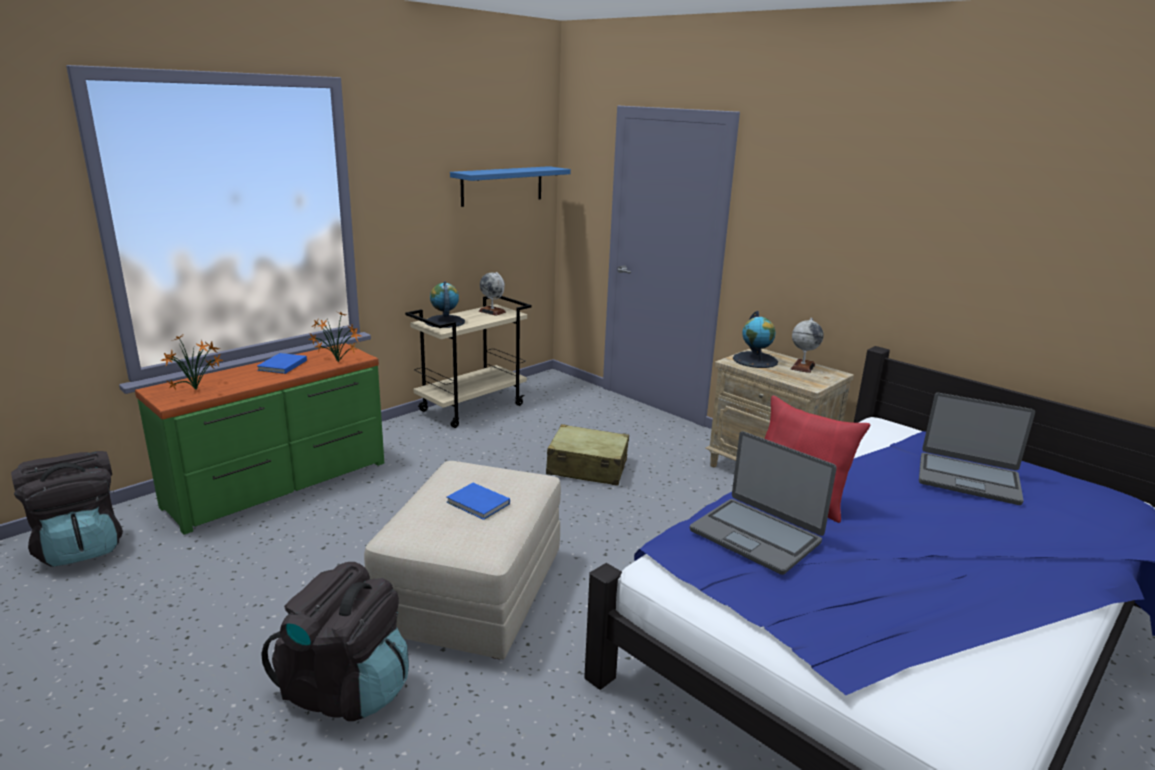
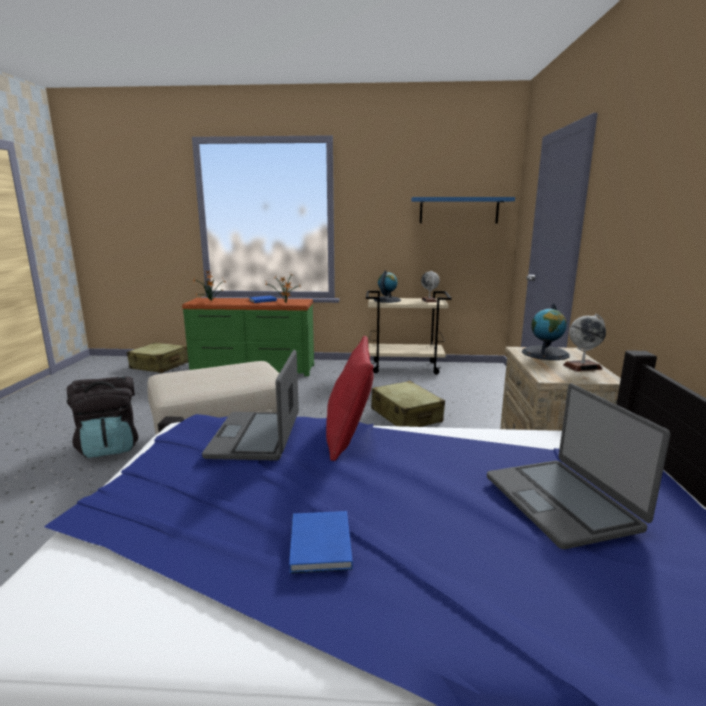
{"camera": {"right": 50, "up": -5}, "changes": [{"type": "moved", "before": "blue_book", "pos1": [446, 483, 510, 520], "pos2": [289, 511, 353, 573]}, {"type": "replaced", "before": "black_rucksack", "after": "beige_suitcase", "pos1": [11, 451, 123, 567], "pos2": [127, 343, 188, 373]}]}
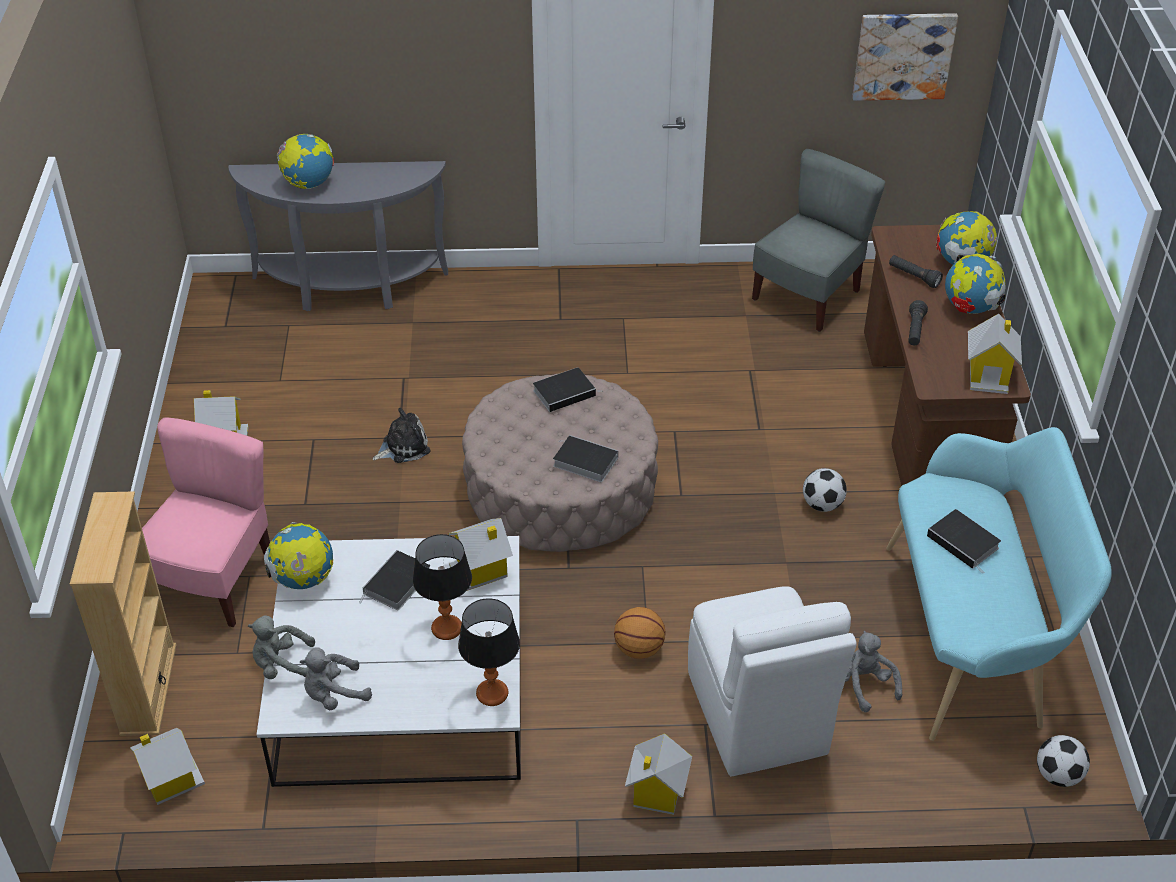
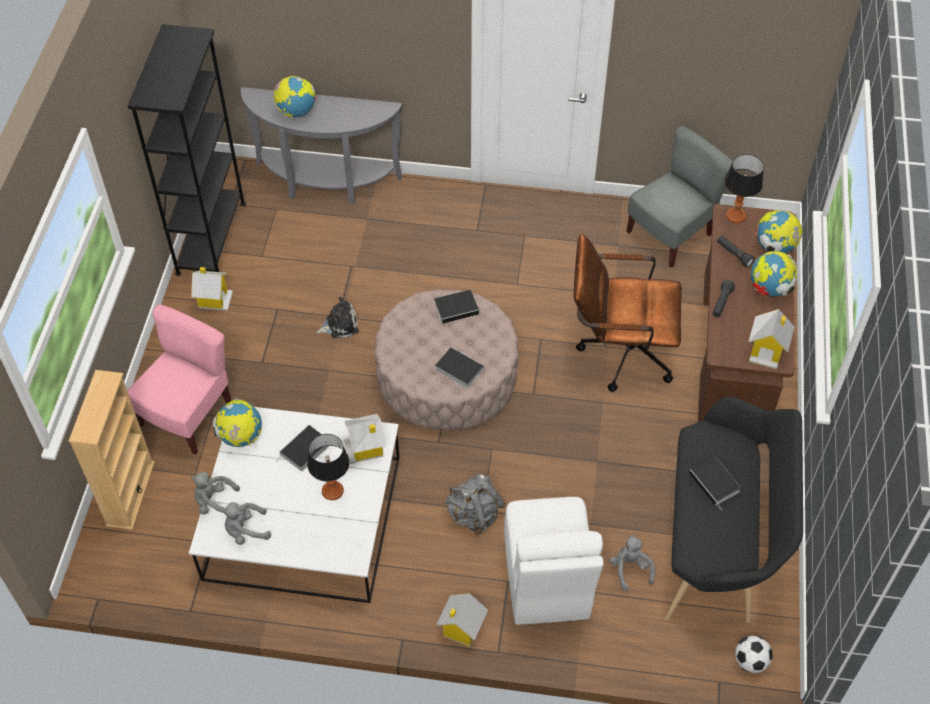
{"camera": {"right": 10, "up": 10}, "changes": [{"type": "removed", "before": "toy_house", "pos1": [130, 728, 205, 805]}, {"type": "removed", "before": "football_ball", "pos1": [803, 468, 847, 512]}, {"type": "removed", "before": "picture", "pos1": [852, 13, 958, 101]}, {"type": "added", "after": "black_bookshelf", "pos2": [127, 24, 246, 276]}, {"type": "added", "after": "brown_computer_chair", "pos2": [574, 234, 682, 392]}, {"type": "moved", "before": "lamp_for_a_table", "pos1": [458, 598, 520, 706], "pos2": [725, 154, 764, 223]}, {"type": "replaced", "before": "basketball", "after": "greyish_rucksack", "pos1": [614, 607, 666, 659], "pos2": [444, 474, 506, 535]}, {"type": "recoloured", "before": "blue-green_bench", "after": "black_bench", "pos1": [886, 427, 1112, 741], "pos2": [665, 397, 803, 623]}]}
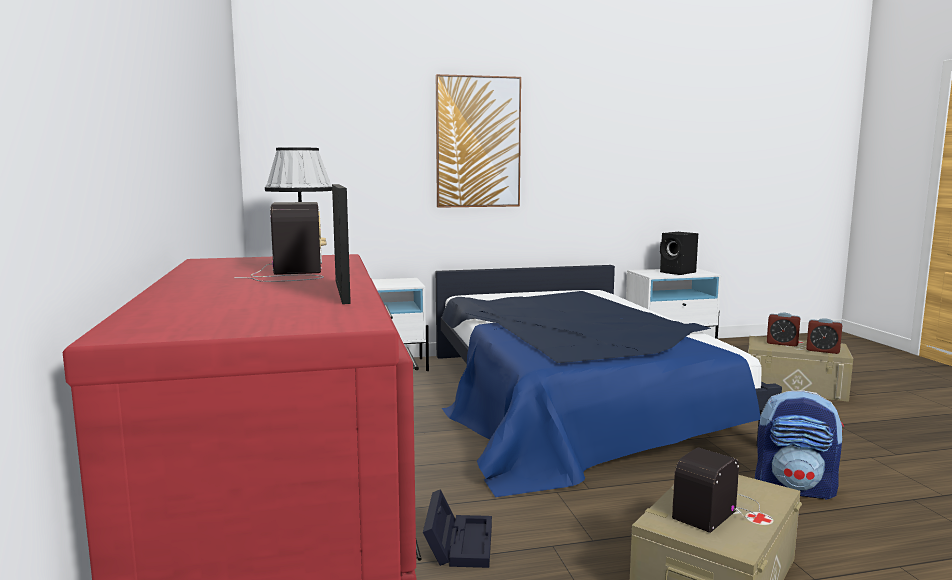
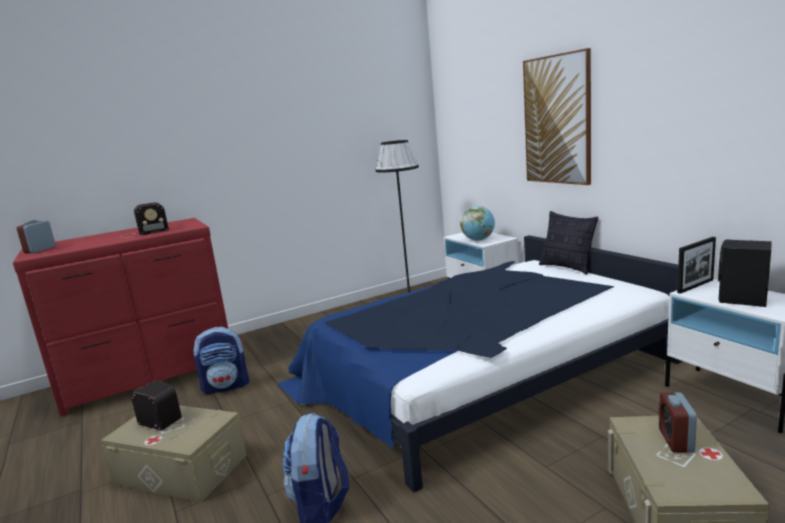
{"camera": {"right": 75, "up": 5}, "changes": [{"type": "added", "after": "desk_globe", "pos2": [460, 206, 495, 241]}, {"type": "added", "after": "cushion", "pos2": [539, 211, 598, 275]}, {"type": "moved", "before": "photo_frame", "pos1": [332, 184, 351, 304], "pos2": [677, 237, 716, 294]}, {"type": "moved", "before": "table_clock", "pos1": [806, 318, 842, 354], "pos2": [17, 220, 56, 253]}, {"type": "replaced", "before": "black_storage_box", "after": "rucksack", "pos1": [423, 489, 492, 568], "pos2": [194, 327, 249, 394]}]}
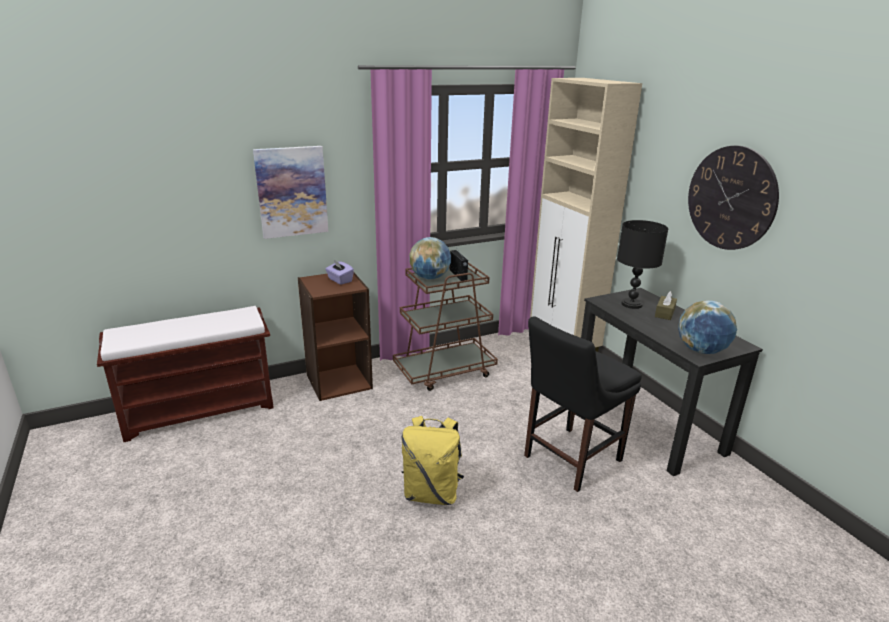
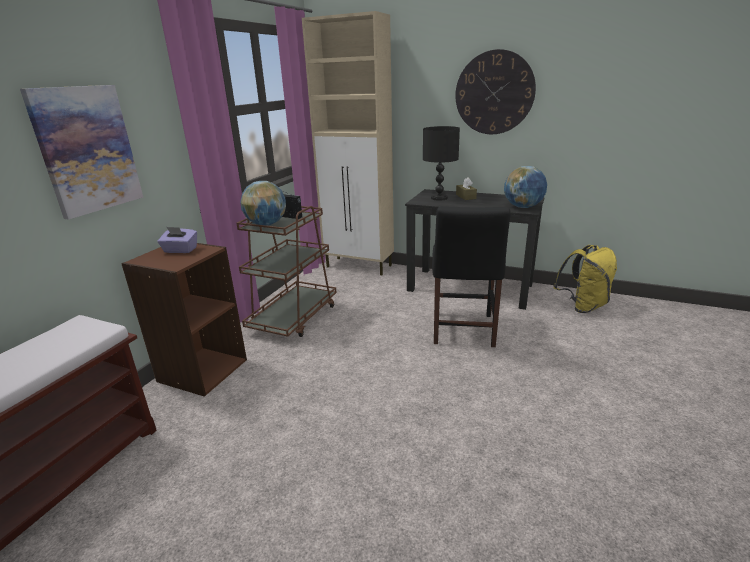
{"camera": {"right": -40, "up": 0}, "changes": [{"type": "moved", "before": "yellow-coloured_rucksack", "pos1": [401, 416, 464, 505], "pos2": [553, 245, 617, 313]}]}
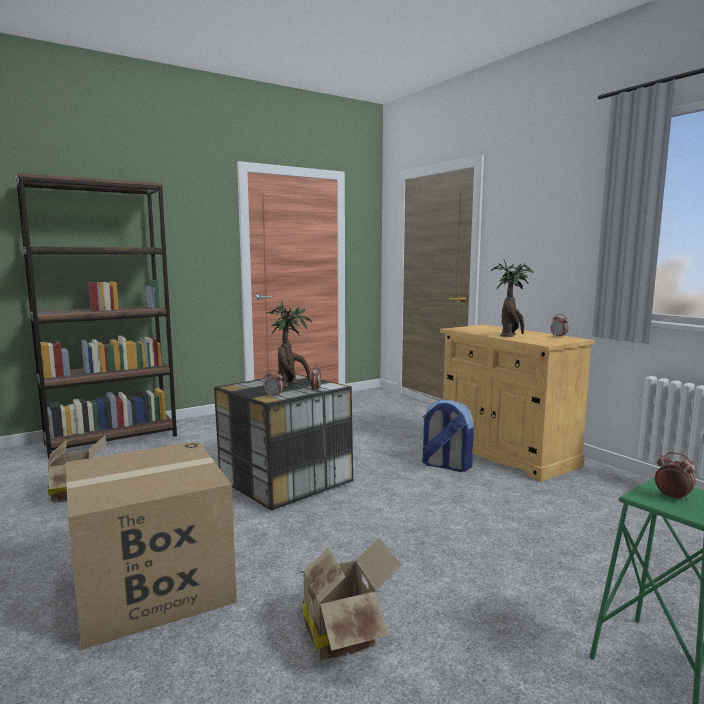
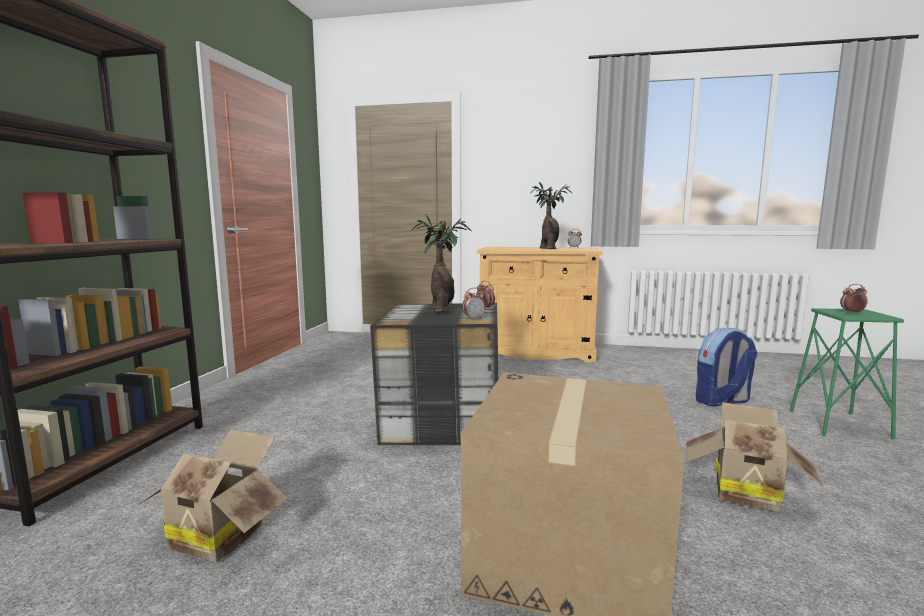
{"camera": {"right": -45, "up": 0}, "changes": [{"type": "moved", "before": "rucksack", "pos1": [422, 400, 474, 472], "pos2": [696, 328, 757, 407]}]}
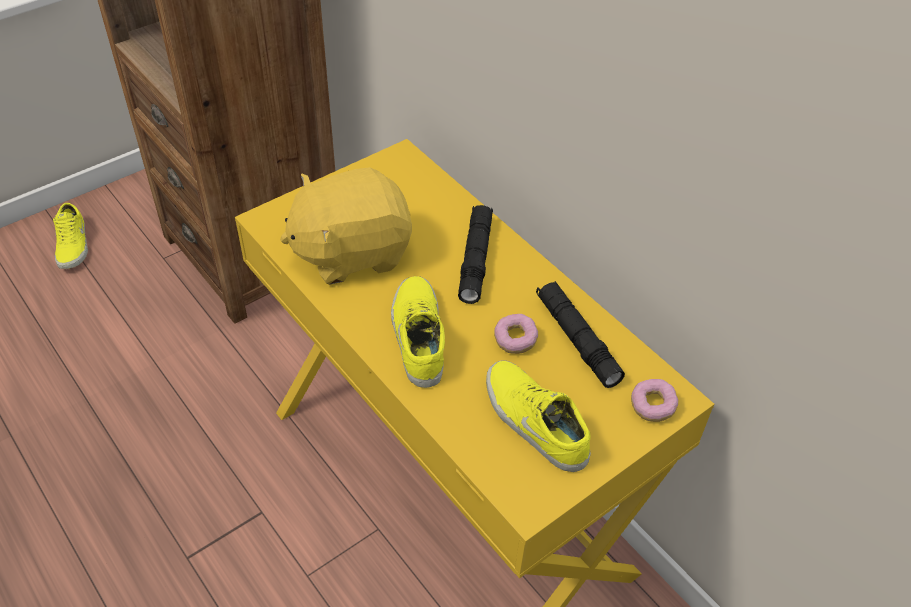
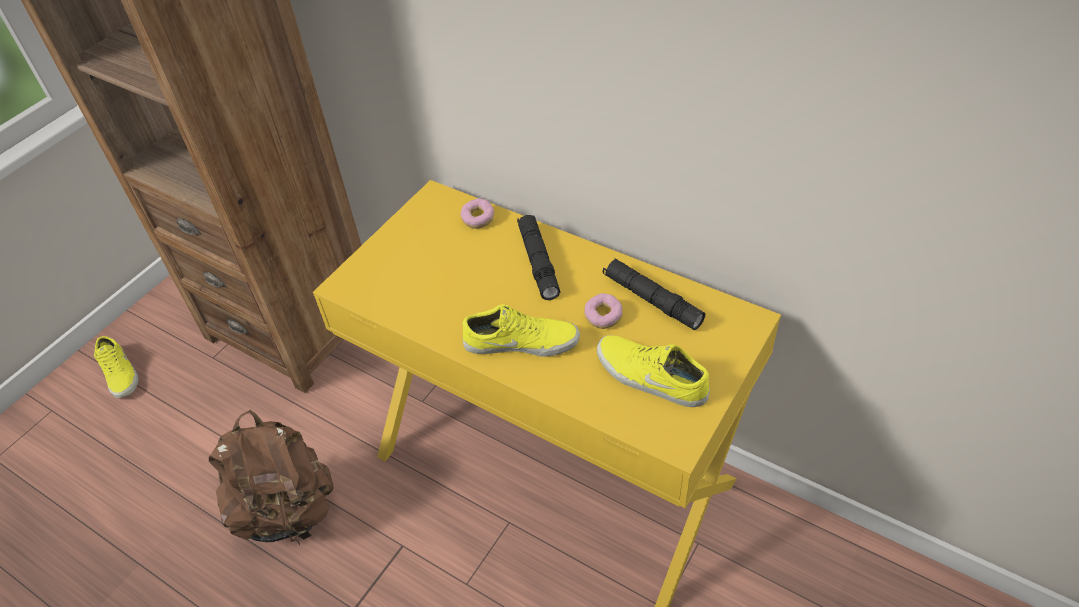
{"camera": {"right": -15, "up": 0}, "changes": [{"type": "removed", "before": "yellow-coloured_cuddly_toy", "pos1": [280, 167, 412, 285]}, {"type": "added", "after": "brown_rucksack", "pos2": [209, 410, 333, 547]}, {"type": "moved", "before": "ring_doughnut", "pos1": [631, 379, 678, 422], "pos2": [460, 198, 495, 229]}, {"type": "turned", "before": "yellow-coloured_item_of_footwear", "pos1": [391, 276, 445, 388], "pos2": [462, 304, 580, 357], "turn": 120}]}
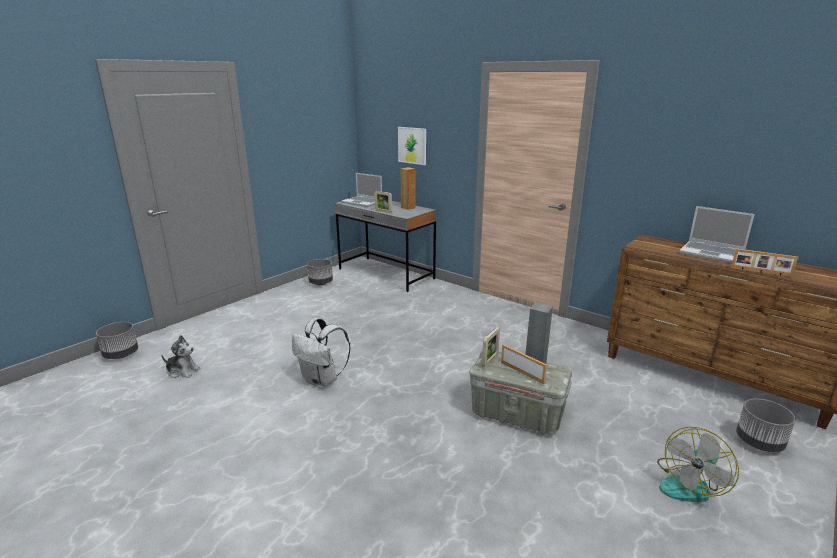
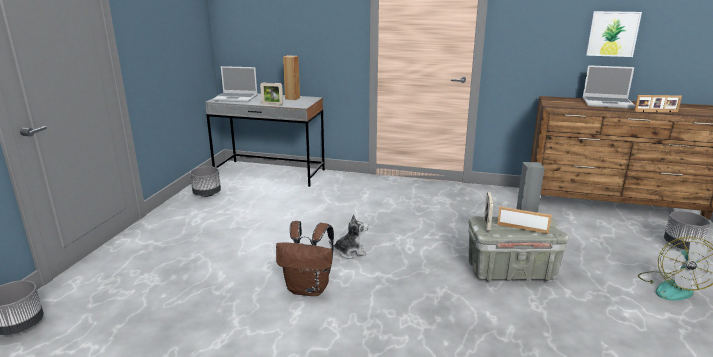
{"camera": {"right": -25, "up": 0}, "changes": [{"type": "moved", "before": "cuddly_toy", "pos1": [162, 335, 200, 378], "pos2": [329, 214, 369, 259]}, {"type": "moved", "before": "picture", "pos1": [398, 127, 426, 165], "pos2": [586, 11, 642, 57]}, {"type": "recoloured", "before": "white-coloured_rucksack", "after": "brown_rucksack", "pos1": [292, 318, 351, 388], "pos2": [276, 221, 334, 296]}]}
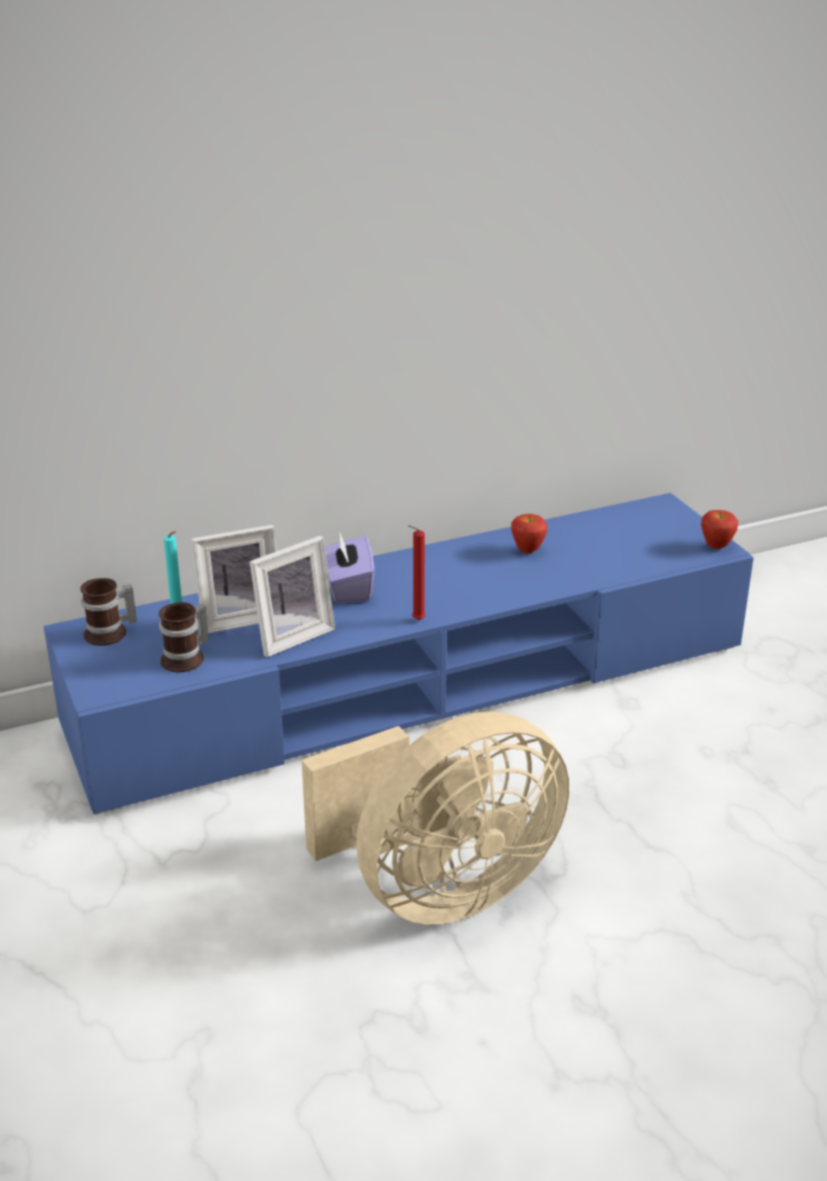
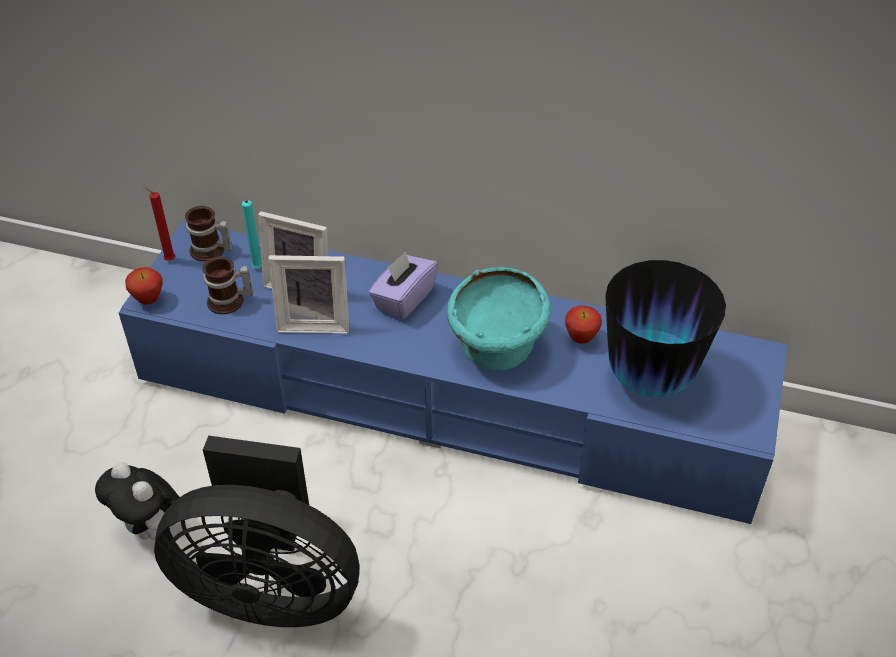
{"camera": {"right": 40, "up": 15}, "changes": [{"type": "added", "after": "cuddly_toy", "pos2": [95, 462, 179, 540]}, {"type": "added", "after": "blue-green_serving_bowl", "pos2": [447, 267, 551, 370]}, {"type": "added", "after": "flower_vase", "pos2": [605, 260, 726, 397]}, {"type": "moved", "before": "red-coloured_candle", "pos1": [408, 525, 426, 620], "pos2": [143, 186, 175, 261]}, {"type": "moved", "before": "apple", "pos1": [701, 510, 738, 549], "pos2": [125, 267, 163, 305]}, {"type": "recoloured", "before": "beige_electric_fan", "after": "black_electric_fan", "pos1": [302, 712, 569, 924], "pos2": [154, 435, 360, 627]}]}
